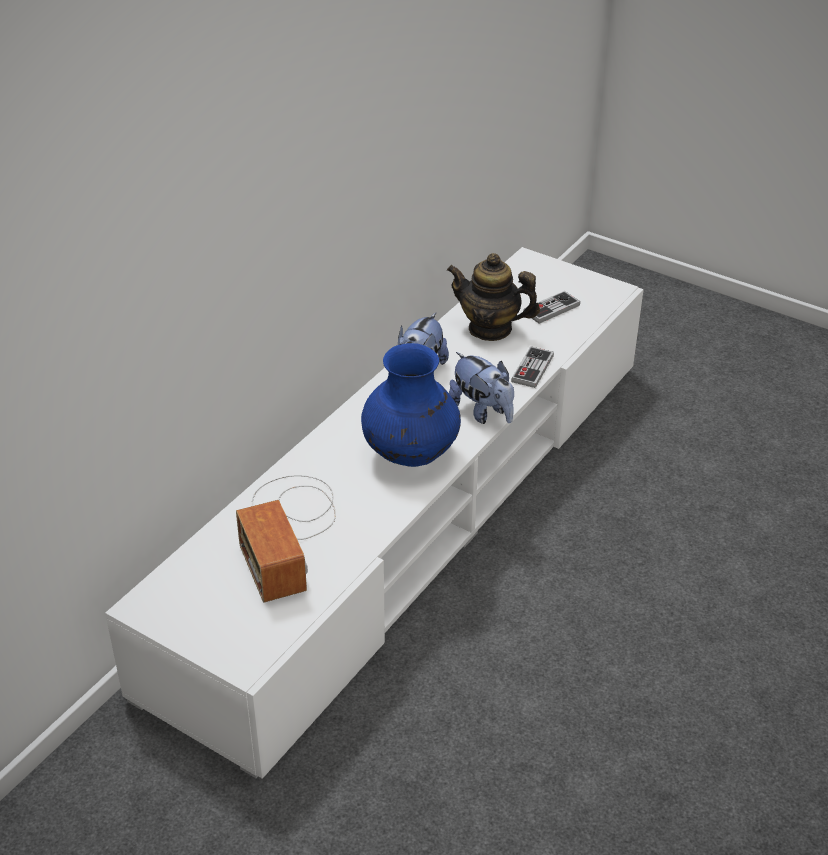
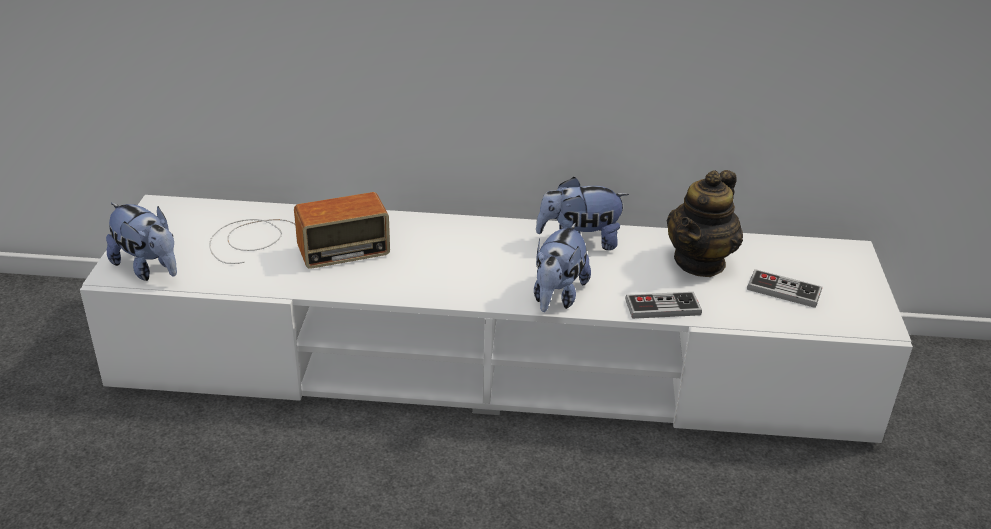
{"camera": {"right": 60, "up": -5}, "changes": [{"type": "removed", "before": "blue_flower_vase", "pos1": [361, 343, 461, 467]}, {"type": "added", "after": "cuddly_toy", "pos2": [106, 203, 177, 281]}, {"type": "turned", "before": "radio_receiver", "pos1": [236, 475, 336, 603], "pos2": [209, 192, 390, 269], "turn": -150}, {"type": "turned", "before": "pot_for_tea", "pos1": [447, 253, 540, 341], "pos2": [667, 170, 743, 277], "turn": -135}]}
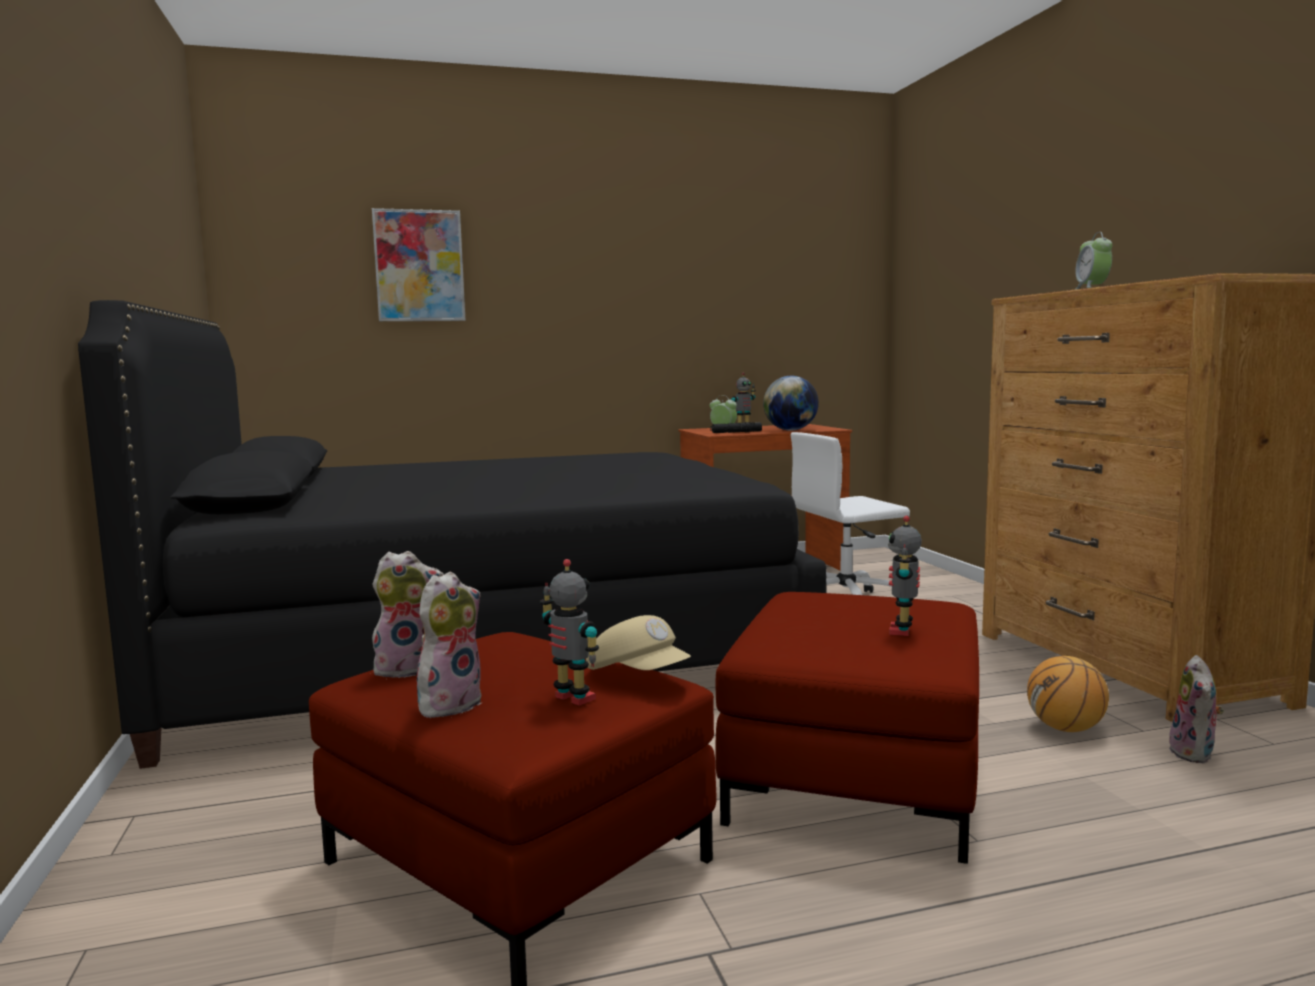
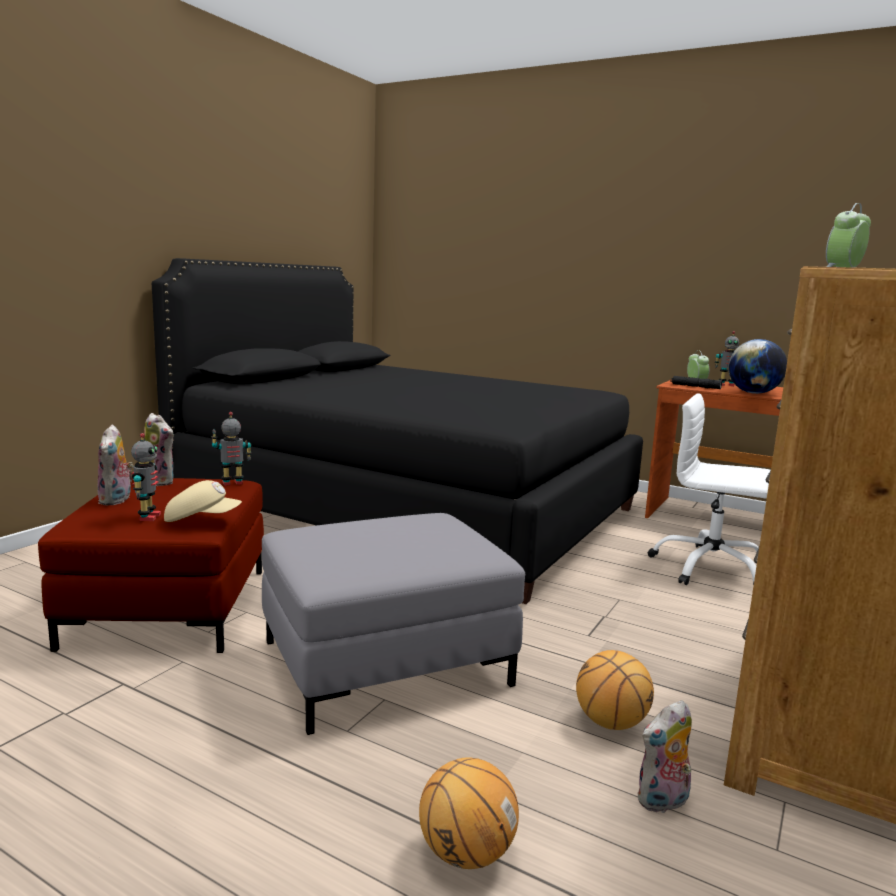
{"camera": {"right": 45, "up": 5}, "changes": [{"type": "removed", "before": "picture", "pos1": [372, 208, 466, 321]}, {"type": "added", "after": "basketball", "pos2": [419, 757, 519, 869]}, {"type": "moved", "before": "toy_robot", "pos1": [888, 516, 922, 636], "pos2": [211, 412, 252, 486]}, {"type": "recoloured", "before": "red-coloured_footrest", "after": "greyish_footrest", "pos1": [716, 592, 979, 864], "pos2": [262, 513, 525, 735]}, {"type": "turned", "before": "cuddly_toy", "pos1": [417, 572, 482, 718], "pos2": [98, 425, 134, 505], "turn": 90}, {"type": "turned", "before": "beige_cap", "pos1": [586, 615, 691, 670], "pos2": [164, 480, 242, 522], "turn": -90}]}
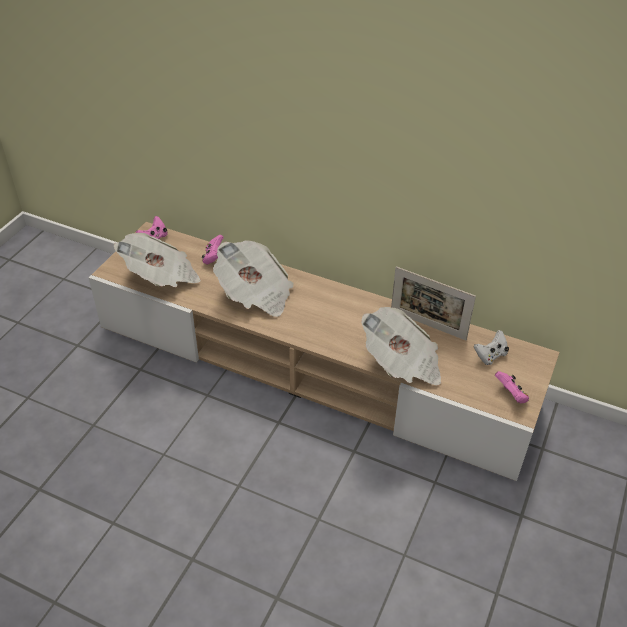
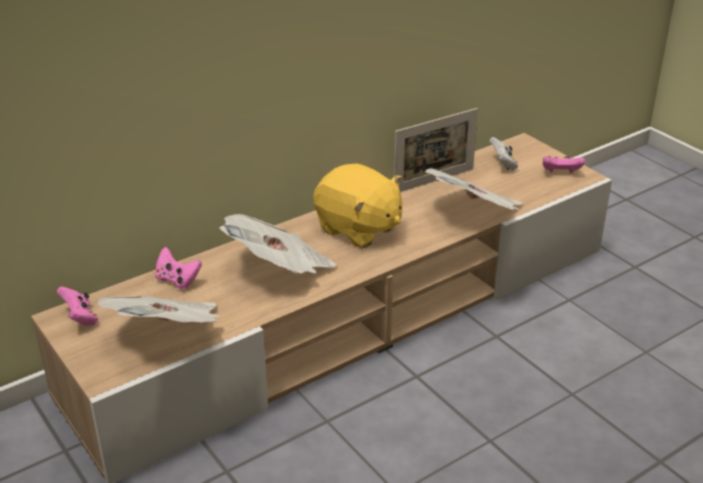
{"camera": {"right": -60, "up": -10}, "changes": [{"type": "added", "after": "yellow-coloured_cuddly_toy", "pos2": [313, 164, 402, 248]}]}
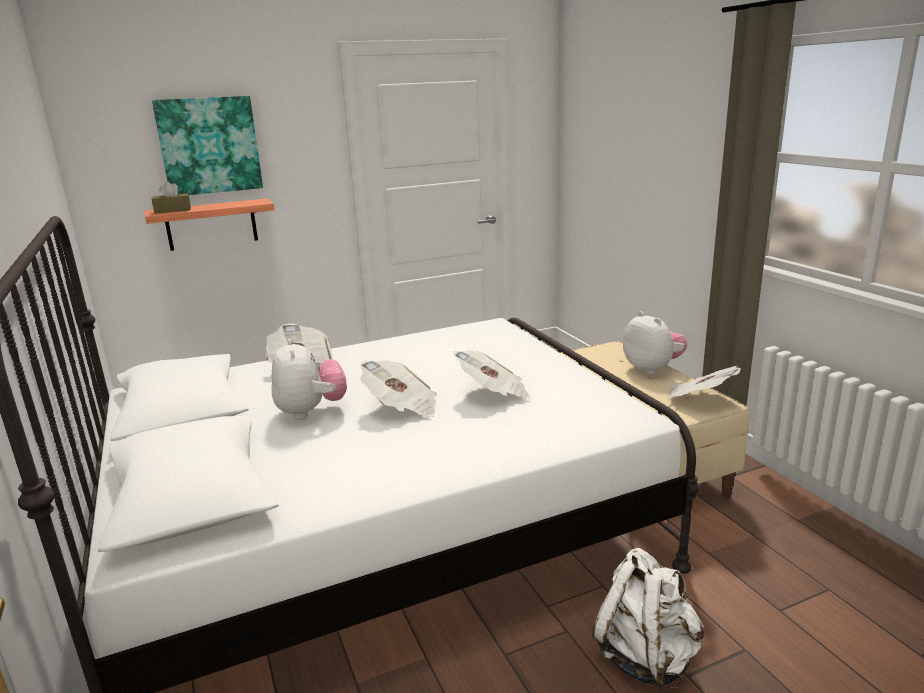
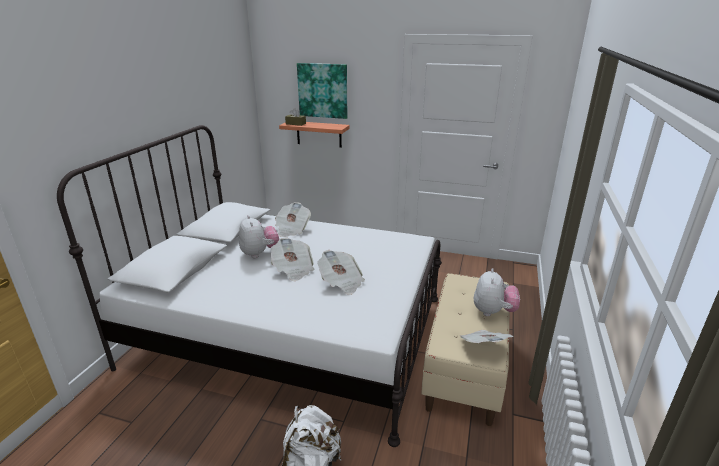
{"camera": {"right": 40, "up": 5}, "changes": [{"type": "turned", "before": "cuddly_toy", "pos1": [272, 339, 347, 420], "pos2": [239, 215, 279, 258], "turn": -45}]}
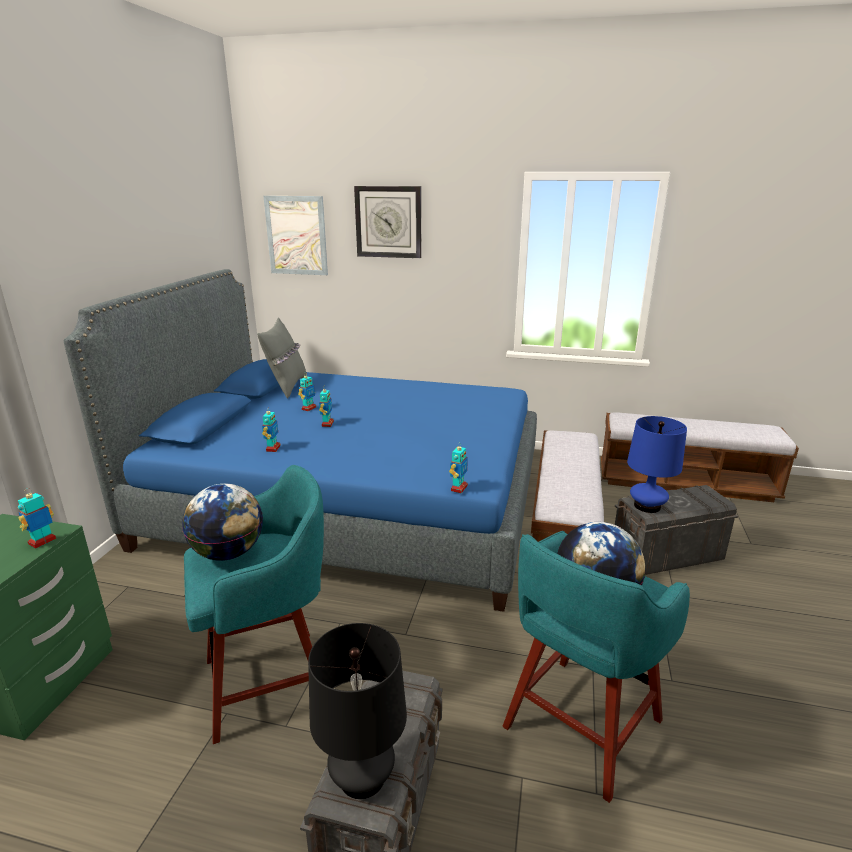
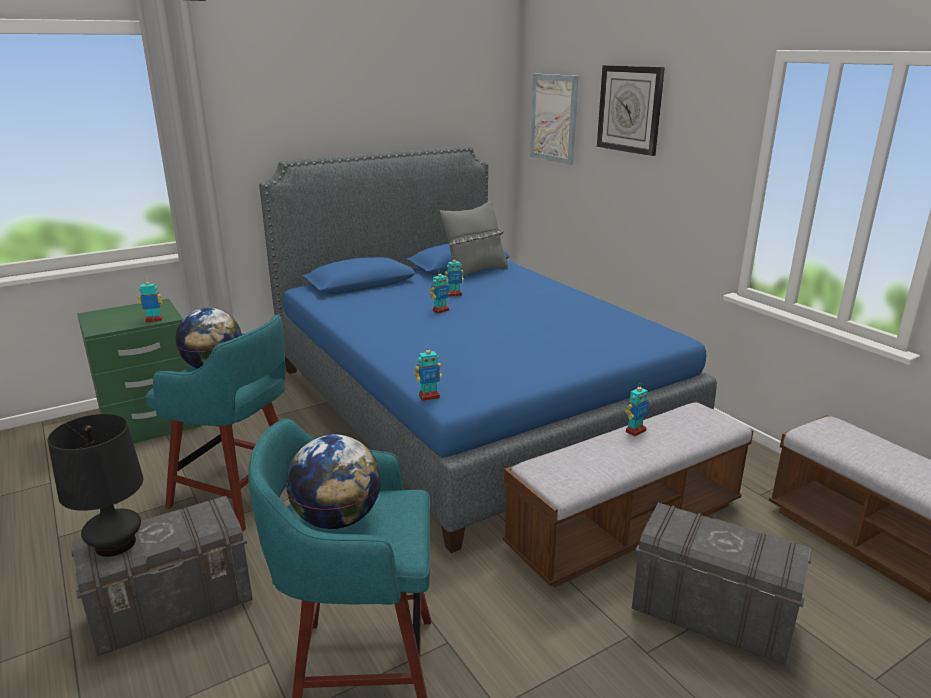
{"camera": {"right": 45, "up": 0}, "changes": [{"type": "removed", "before": "blue_lamp_for_a_table", "pos1": [627, 416, 687, 513]}, {"type": "moved", "before": "toy_robot", "pos1": [262, 407, 281, 452], "pos2": [625, 383, 649, 436]}]}
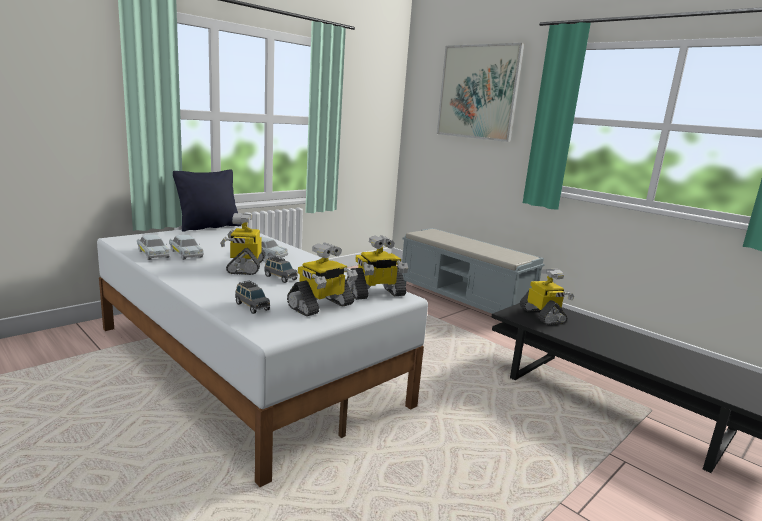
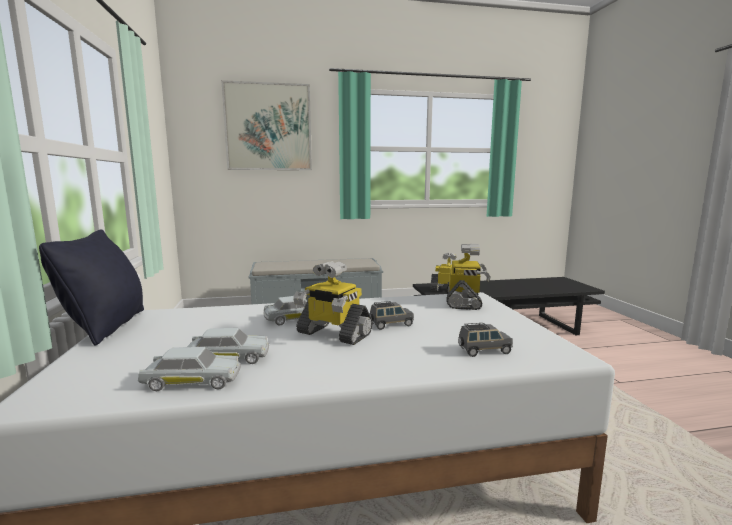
{"camera": {"right": -55, "up": -5}, "changes": [{"type": "removed", "before": "toy_robot", "pos1": [287, 242, 358, 316]}]}
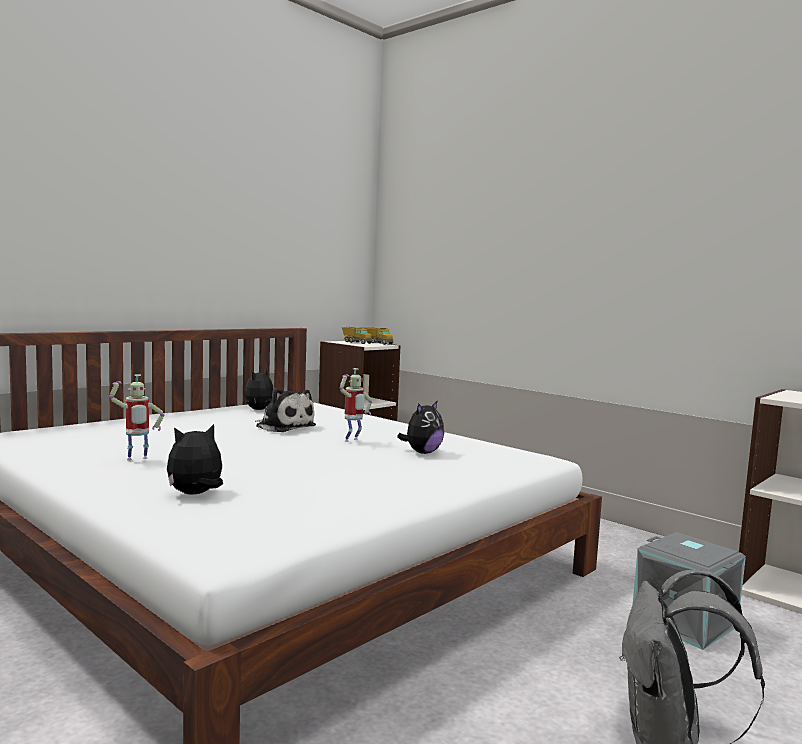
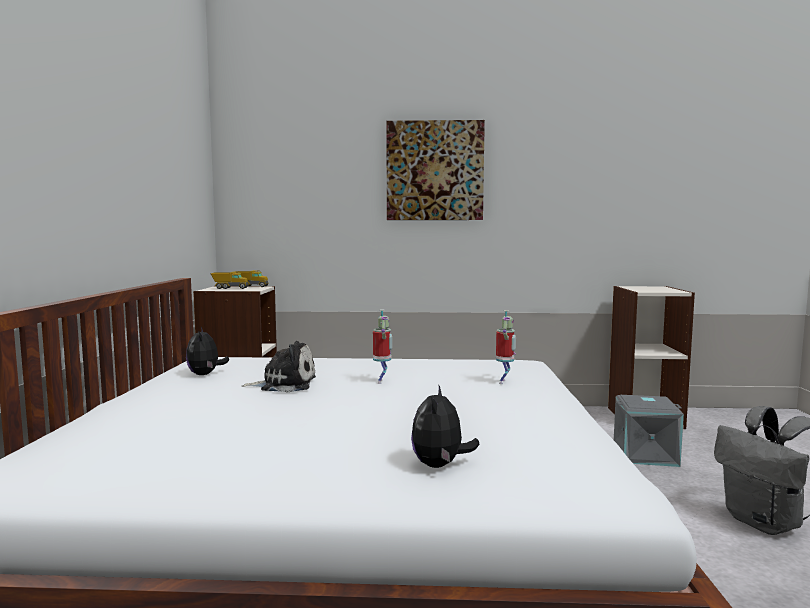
{"camera": {"right": -40, "up": 0}, "changes": [{"type": "removed", "before": "cuddly_toy", "pos1": [397, 400, 444, 454]}, {"type": "added", "after": "picture", "pos2": [386, 120, 485, 220]}, {"type": "moved", "before": "toy_robot", "pos1": [109, 374, 164, 460], "pos2": [496, 310, 516, 384]}]}
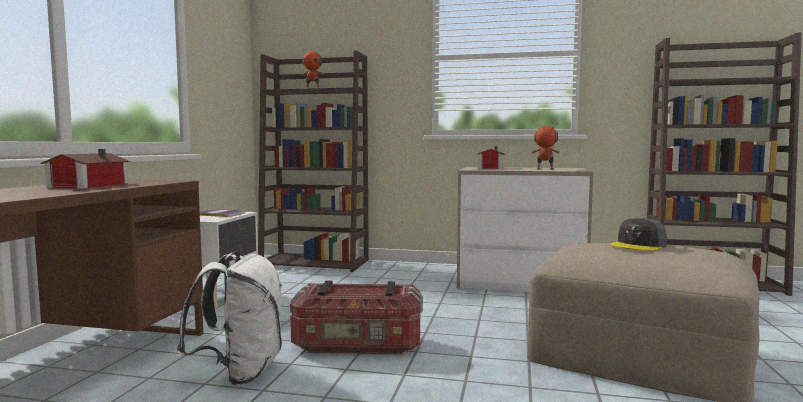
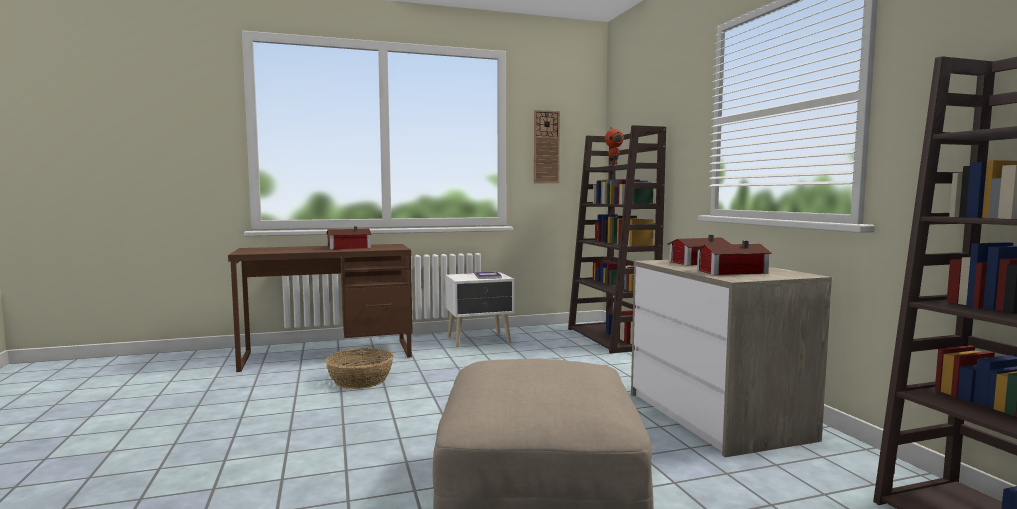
{"camera": {"right": 60, "up": 0}, "changes": [{"type": "removed", "before": "storage_box", "pos1": [290, 281, 423, 355]}, {"type": "removed", "before": "greyish_cap", "pos1": [610, 218, 667, 251]}, {"type": "added", "after": "clock_on_the_wall", "pos2": [534, 110, 560, 183]}, {"type": "replaced", "before": "white-coloured_rucksack", "after": "basket", "pos1": [177, 251, 282, 385], "pos2": [325, 348, 394, 389]}, {"type": "replaced", "before": "toy_robot", "after": "toy_house", "pos1": [532, 123, 560, 170], "pos2": [695, 241, 772, 275]}]}
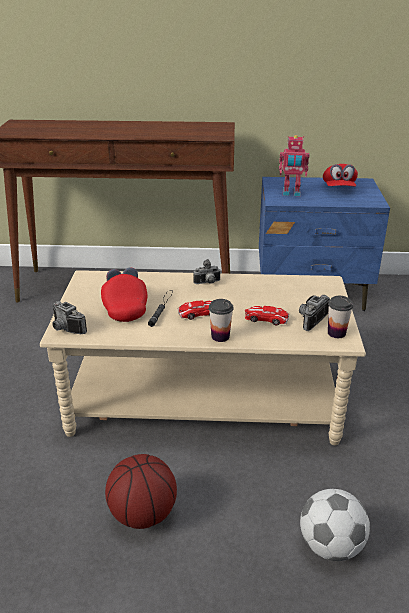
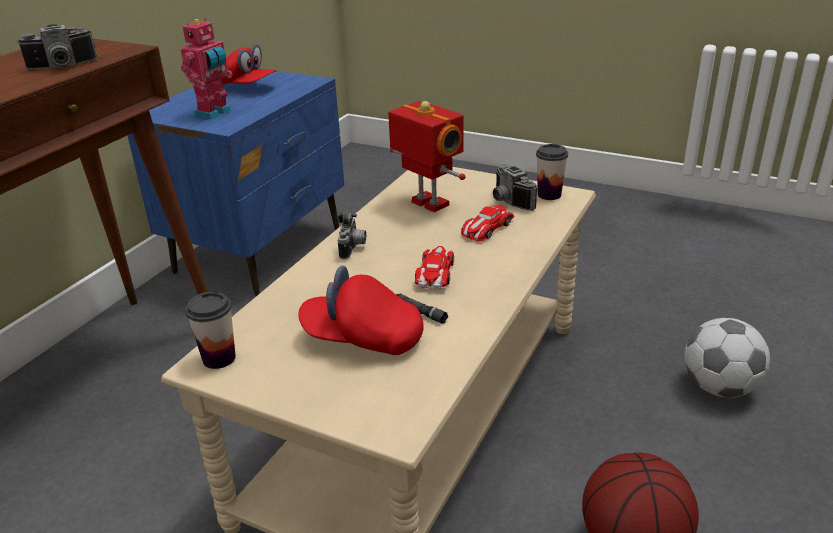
{"camera": {"right": -65, "up": 0}, "changes": [{"type": "added", "after": "toy_robot", "pos2": [388, 101, 465, 212]}, {"type": "moved", "before": "still_camera", "pos1": [52, 301, 87, 334], "pos2": [17, 24, 97, 70]}, {"type": "moved", "before": "small_cup", "pos1": [209, 299, 233, 342], "pos2": [185, 292, 236, 369]}]}
